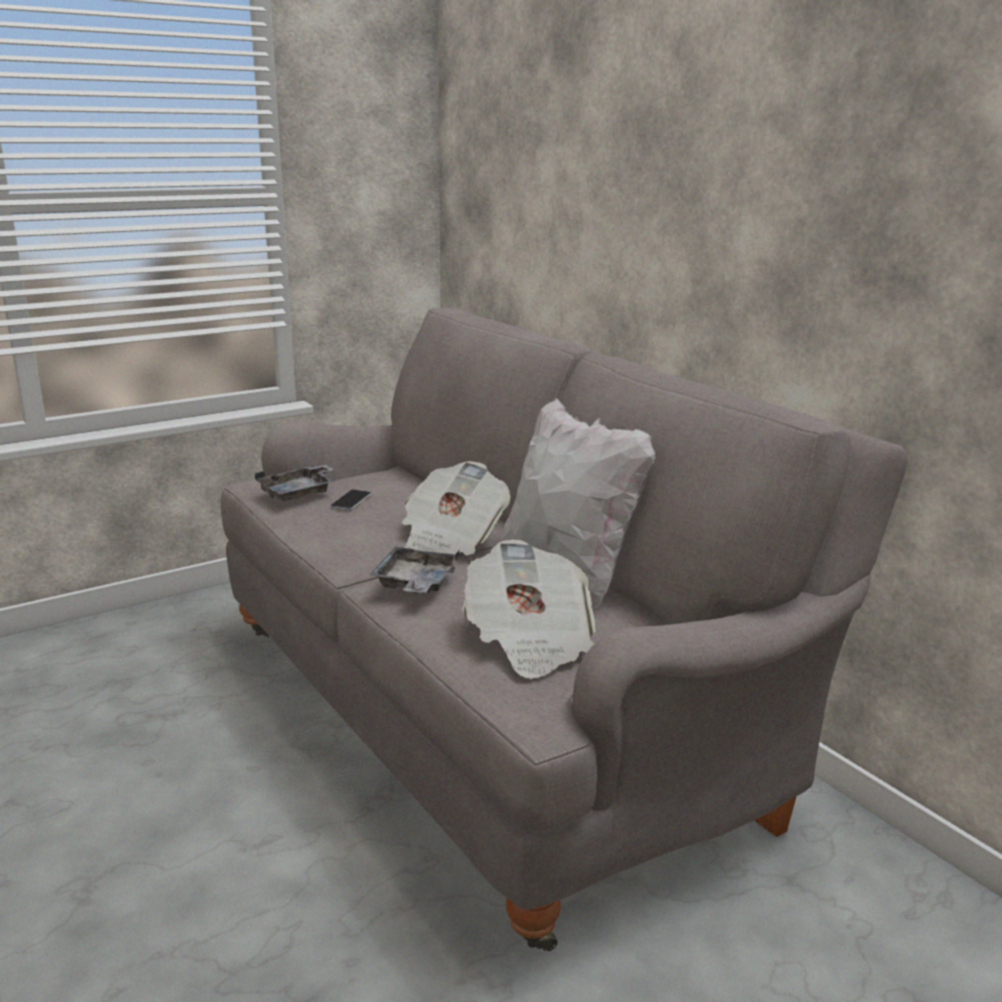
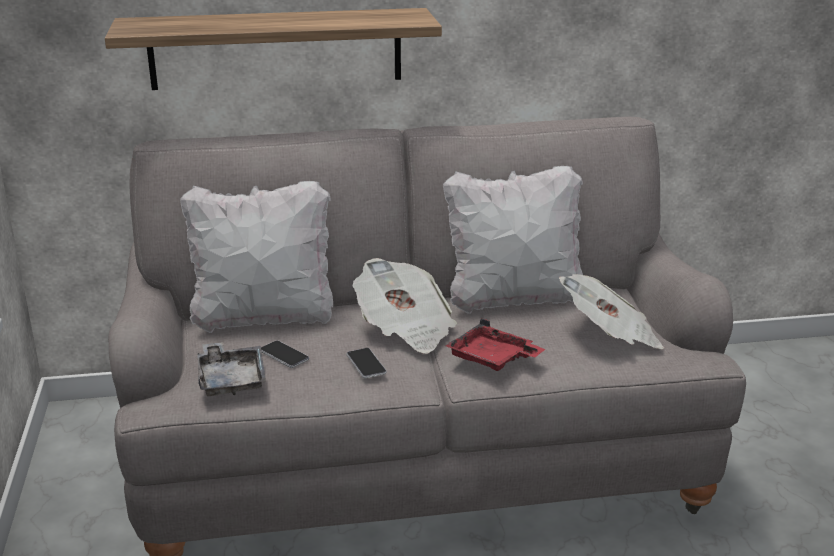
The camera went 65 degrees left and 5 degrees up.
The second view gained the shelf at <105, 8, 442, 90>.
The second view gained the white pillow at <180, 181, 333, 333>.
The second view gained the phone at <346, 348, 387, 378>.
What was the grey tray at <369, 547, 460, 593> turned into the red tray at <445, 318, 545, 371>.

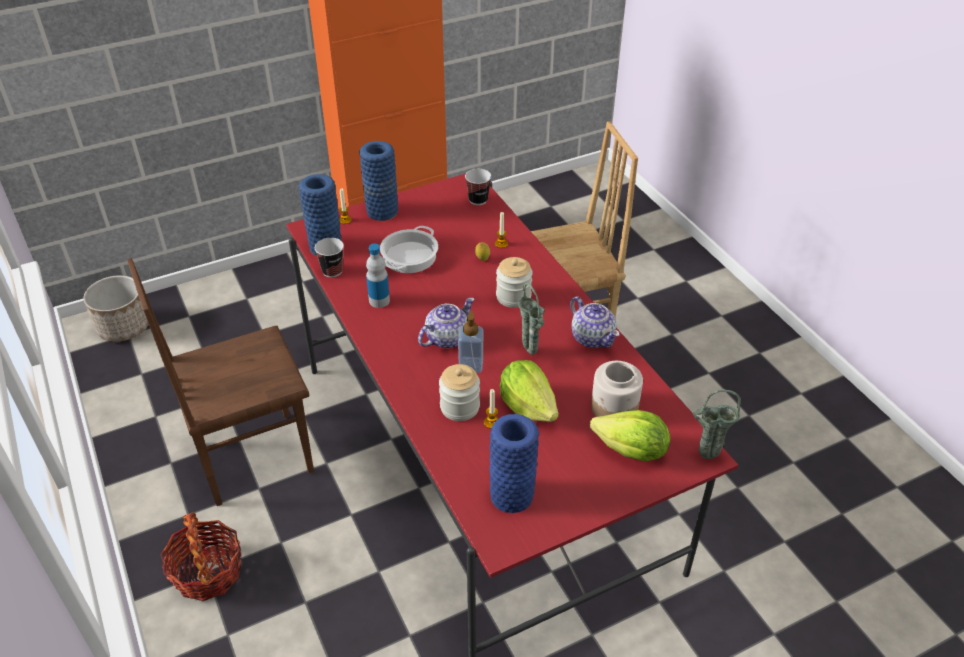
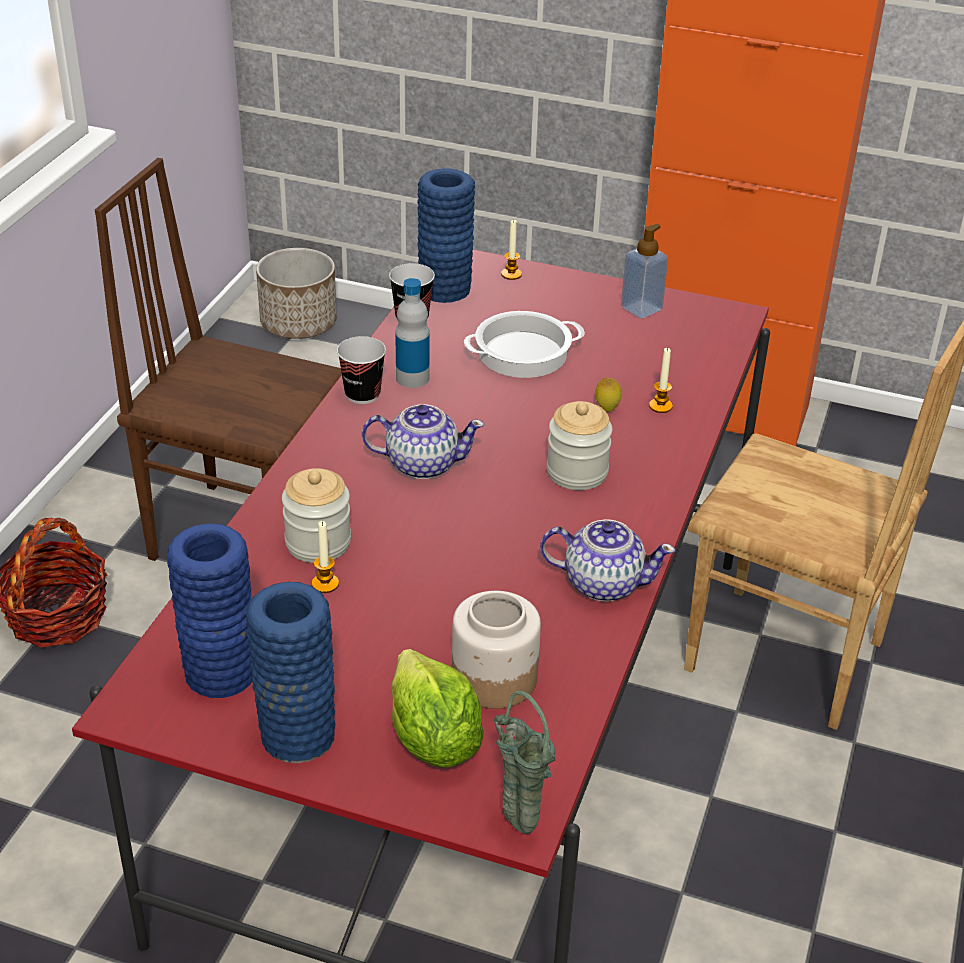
The camera went 45 degrees right and 5 degrees down.
The blue vase ended up elsewhere, having gone from <359, 141, 398, 221> to <246, 582, 336, 763>.
The cup ended up elsewhere, having gone from <465, 169, 491, 205> to <337, 336, 386, 404>.
The teapot at <570, 296, 620, 348> ended up facing another way, 90 degrees counterclockwise from before.
The soap dispenser ended up elsewhere, having gone from <458, 311, 483, 373> to <621, 224, 668, 319>.
The second view lost the lettuce at <500, 360, 559, 422>.
The second view lost the green vase at <518, 283, 545, 355>.

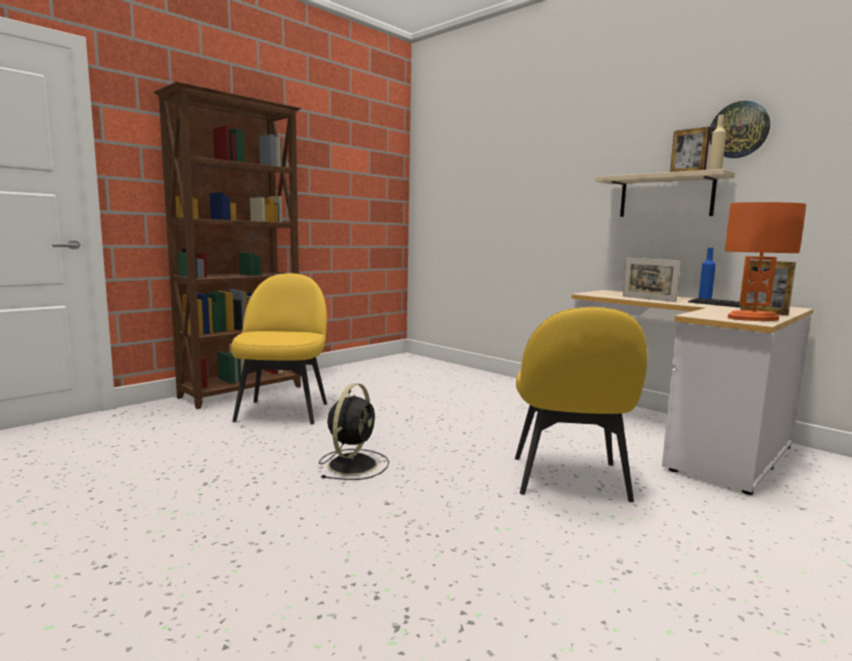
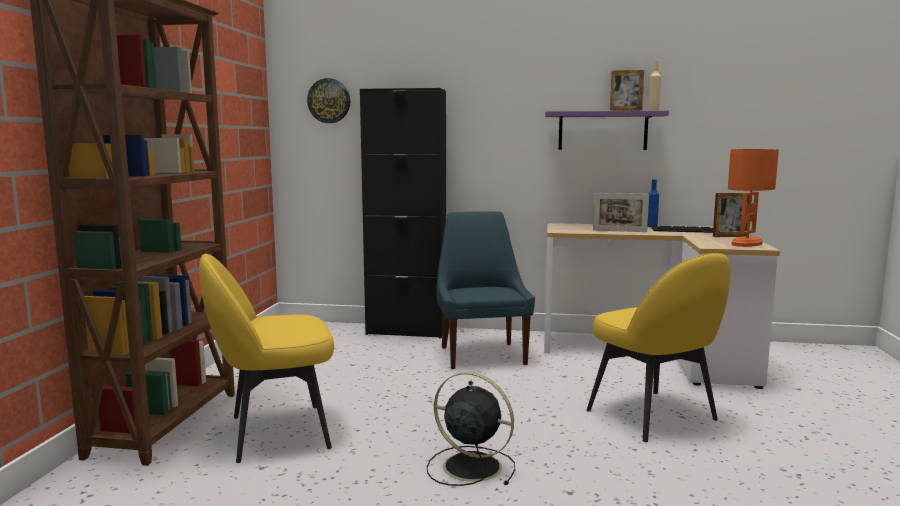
The camera went 35 degrees left and 0 degrees up.
The yellow chair at <231, 273, 327, 425> ended up facing another way, 75 degrees counterclockwise from before.
The wall clock ended up elsewhere, having gone from <709, 101, 770, 158> to <307, 78, 350, 123>.
The second view gained the black cabinet at <360, 88, 446, 339>.
The black fan at <319, 383, 389, 480> ended up facing another way, 45 degrees counterclockwise from before.
The second view gained the blue chair at <437, 211, 535, 369>.
What was the beige shelf at <595, 169, 735, 217> turned into the purple shelf at <545, 110, 669, 150>.

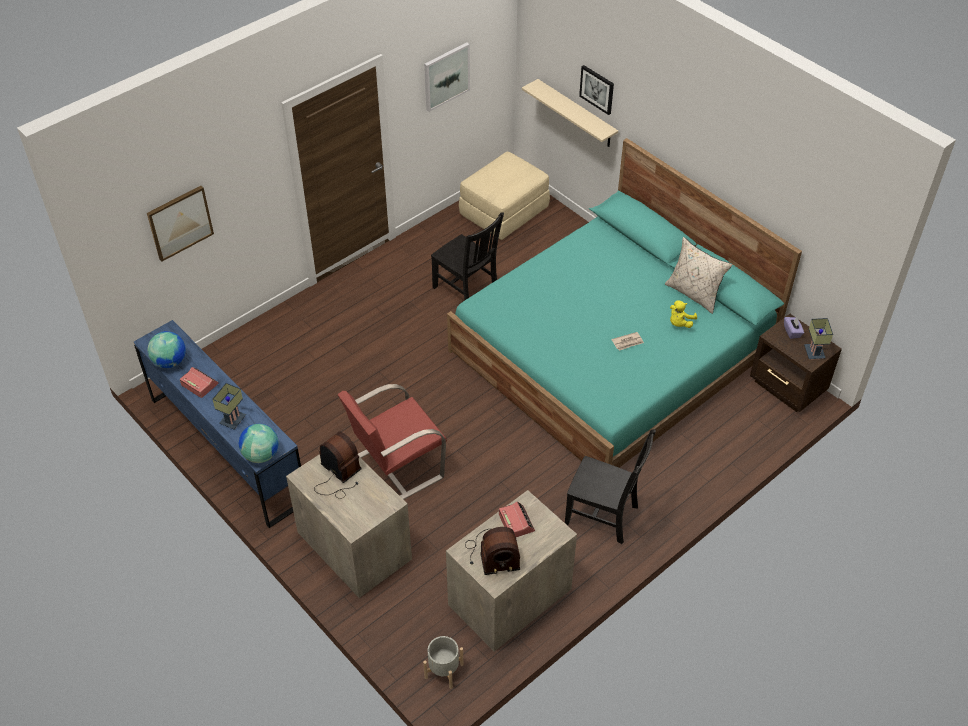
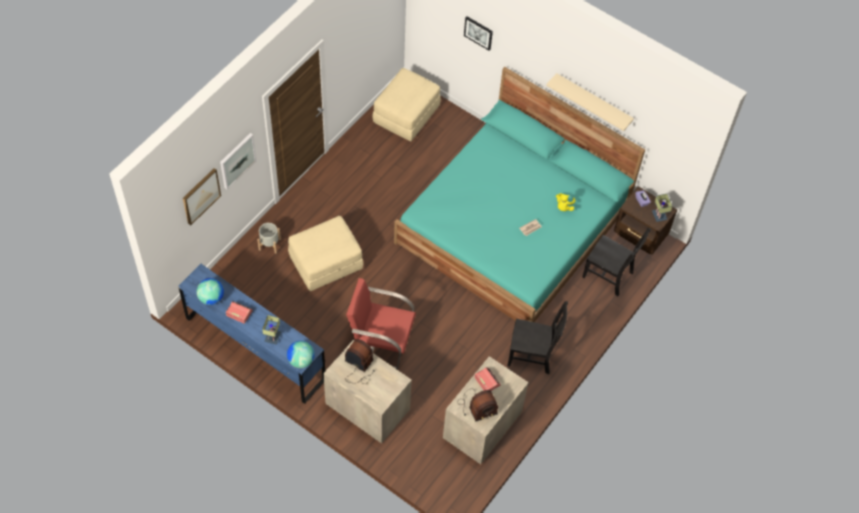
The camera went 15 degrees left and 10 degrees up.
The picture ended up elsewhere, having gone from <424, 42, 470, 112> to <220, 133, 256, 190>.
The grey planter ended up elsewhere, having gone from <423, 636, 464, 689> to <257, 223, 281, 254>.
The second view gained the beige ottoman at <288, 216, 364, 291>.
The red armchair at <337, 384, 447, 500> ended up facing another way, 60 degrees clockwise from before.
The beige shelf ended up elsewhere, having gone from <522, 79, 618, 147> to <546, 73, 634, 131>.
The black chair ended up elsewhere, having gone from <431, 212, 504, 300> to <582, 228, 651, 297>.
The second view lost the beige pillow at <665, 237, 732, 314>.

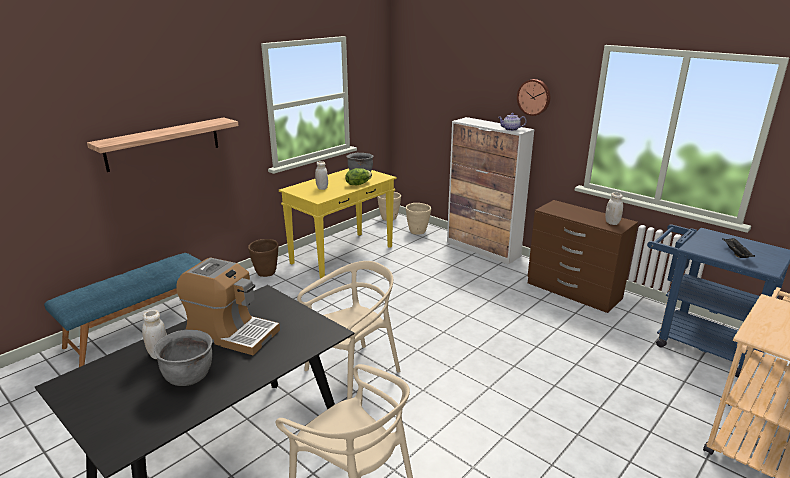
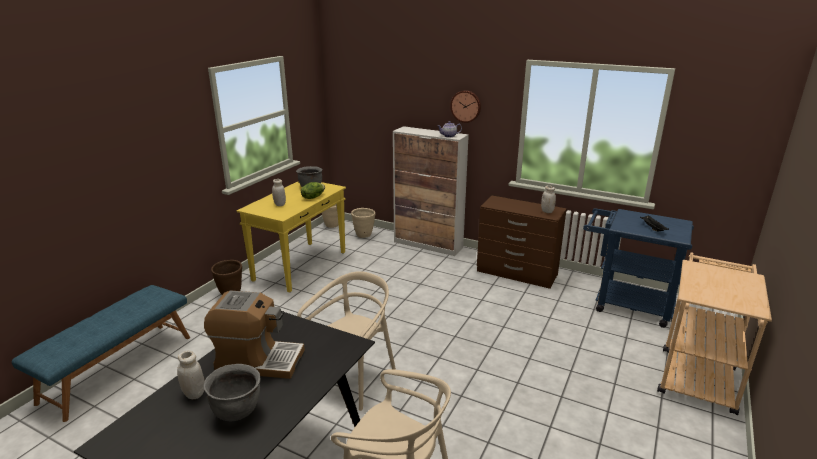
The camera went 15 degrees left and 0 degrees up.
The second view lost the shelf at <87, 117, 239, 172>.

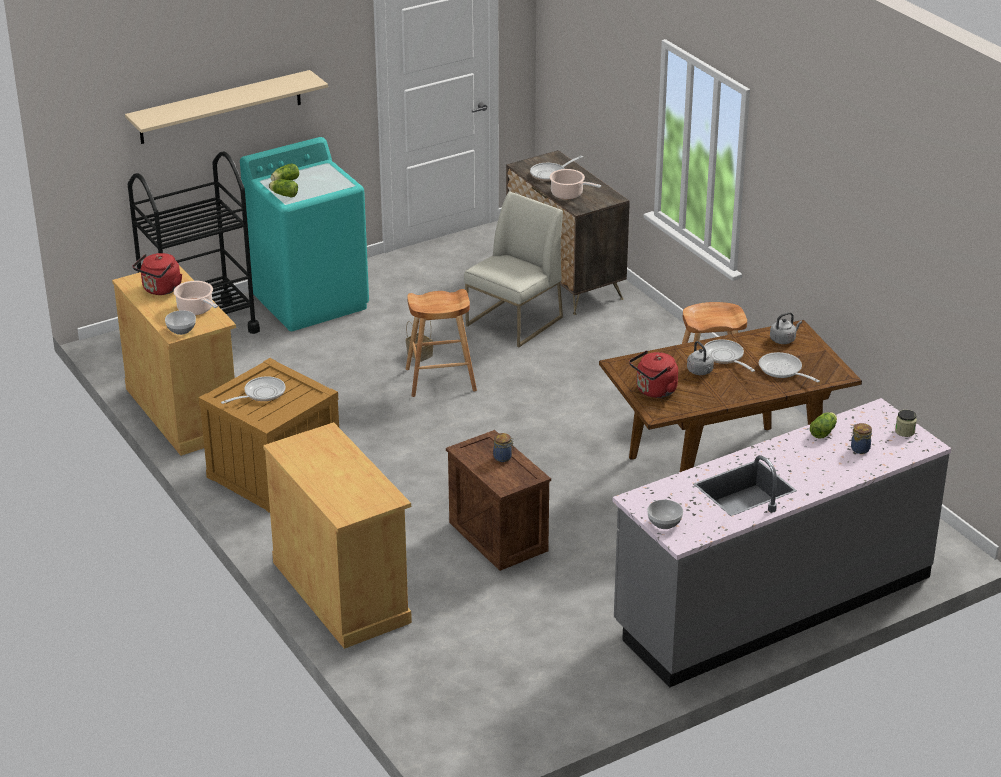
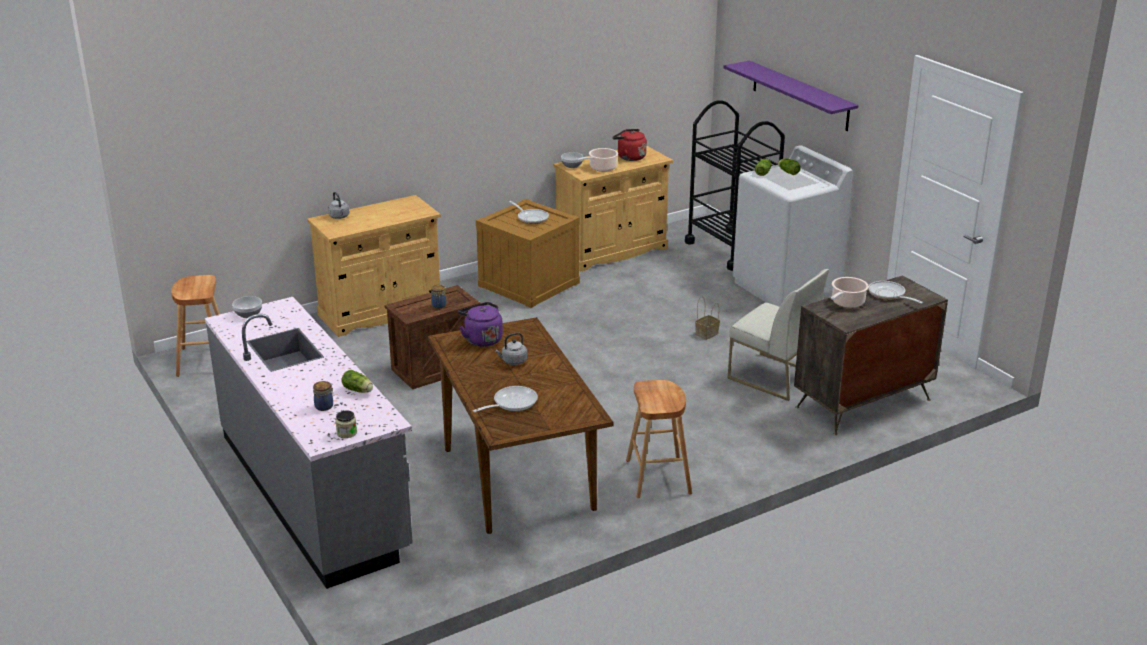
The camera went 90 degrees right and 5 degrees down.
The brown stool ended up elsewhere, having gone from <406, 289, 477, 397> to <171, 275, 220, 377>.
The grey kettle ended up elsewhere, having gone from <770, 312, 802, 344> to <328, 192, 349, 219>.
What was the red kettle at <629, 350, 678, 398> turned into the purple kettle at <458, 302, 503, 347>.
What was the beige shelf at <125, 70, 328, 144> turned into the purple shelf at <723, 60, 859, 131>.
What was the turquoise washing machine at <240, 137, 369, 331> turned into the white washing machine at <733, 145, 853, 307>.
The second view lost the frying pan at <704, 339, 755, 372>.

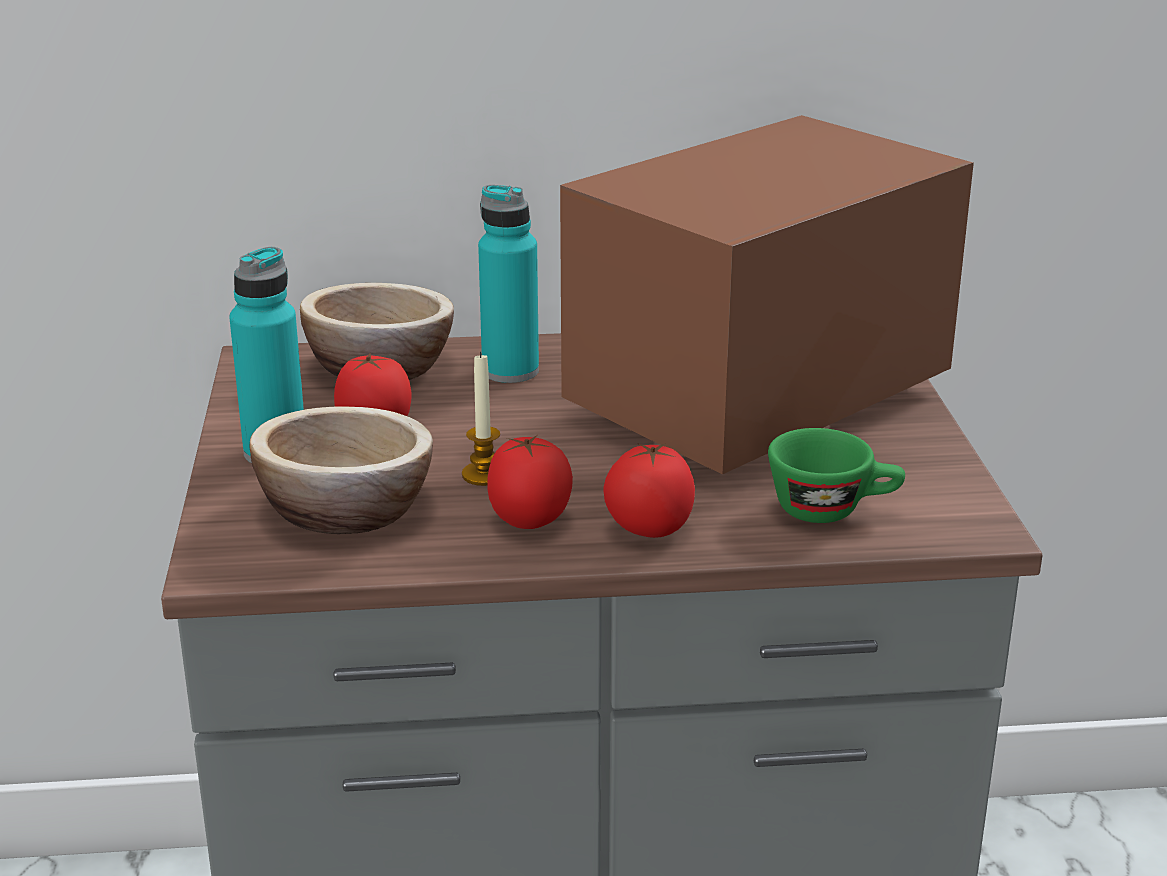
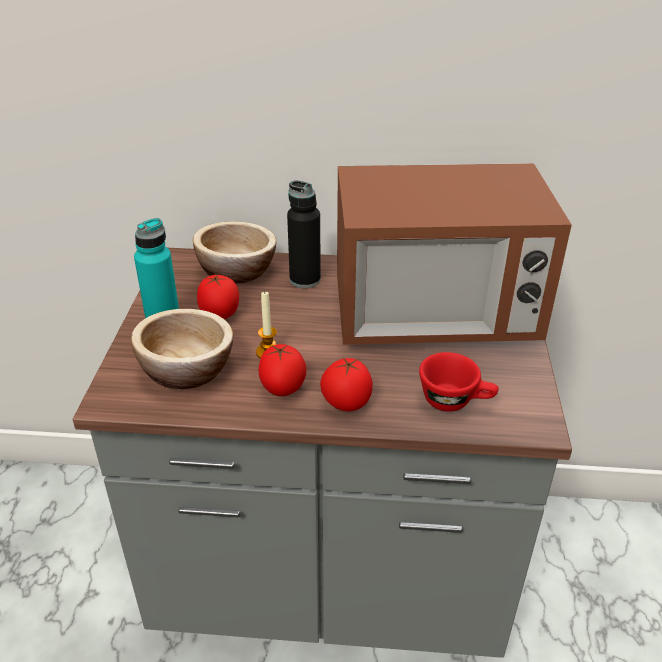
The camera went 10 degrees right and 10 degrees up.
What was the turquoise bottle at <478, 185, 539, 383> turned into the black bottle at <287, 181, 321, 288>.
The microwave at <560, 115, 974, 475> ended up facing another way, 150 degrees counterclockwise from before.
What was the green cup at <768, 428, 905, 523> turned into the red cup at <419, 352, 499, 412>.

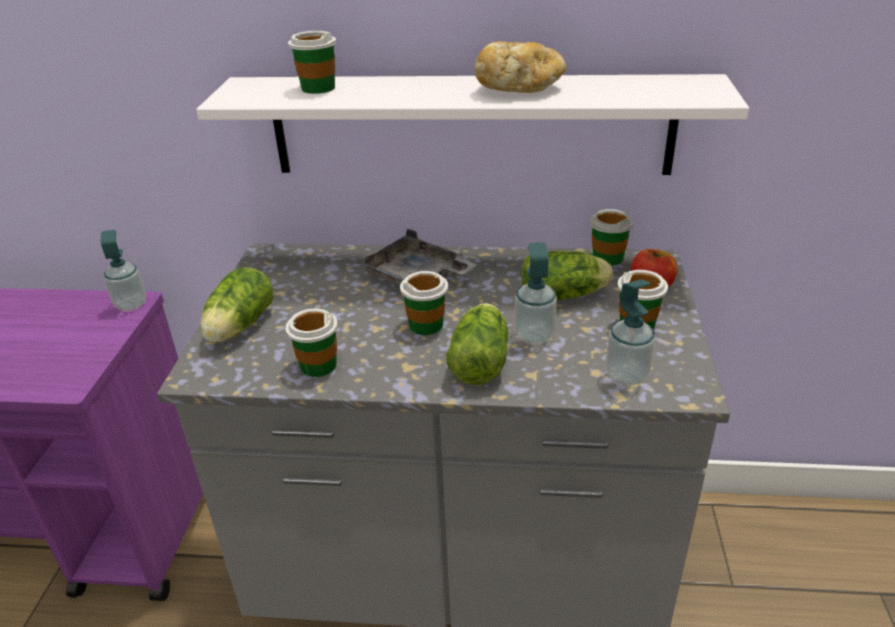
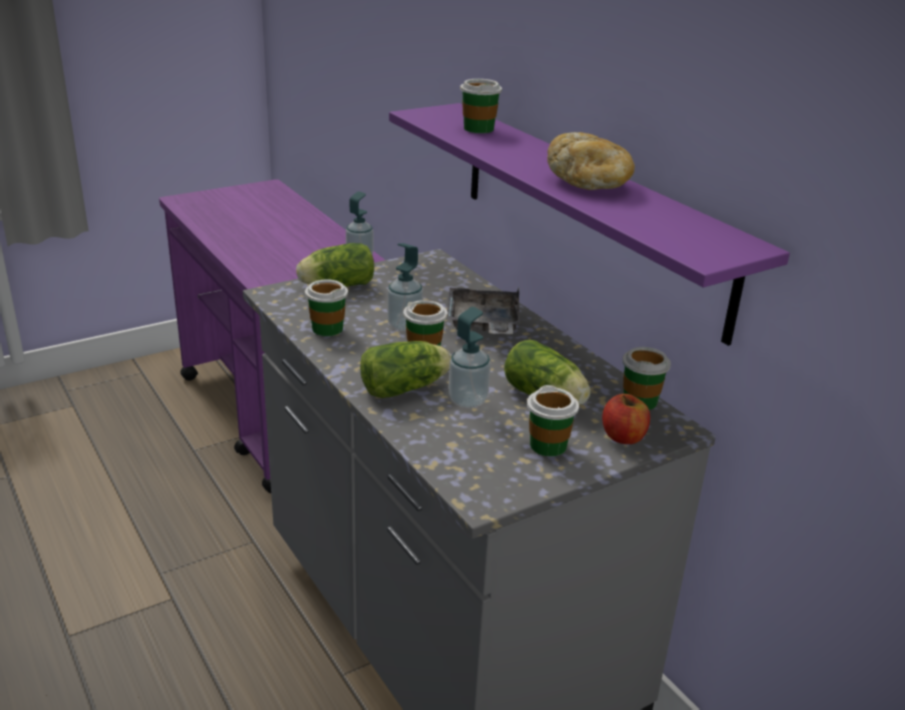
The camera went 50 degrees right and 5 degrees down.
The soap dispenser ended up elsewhere, having gone from <606, 280, 655, 386> to <387, 243, 423, 331>.
What was the white shelf at <196, 74, 749, 175> turned into the purple shelf at <389, 103, 790, 346>.

